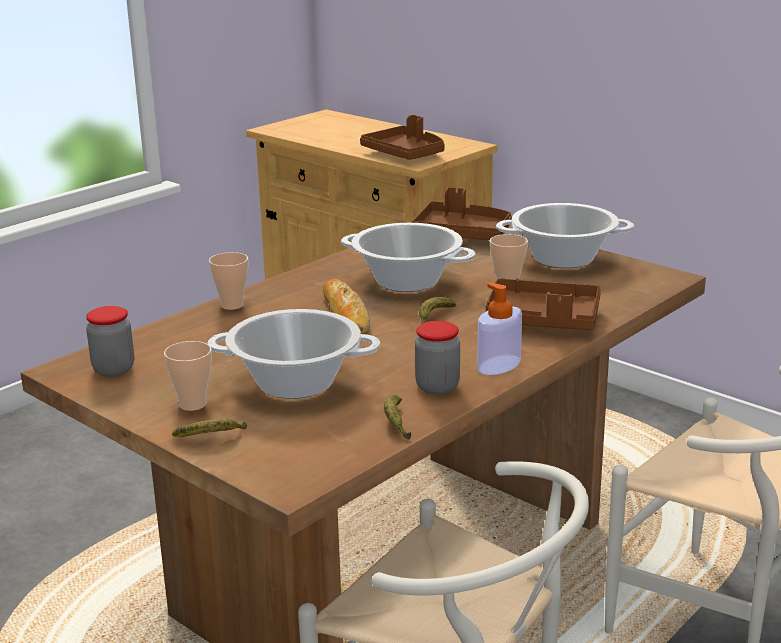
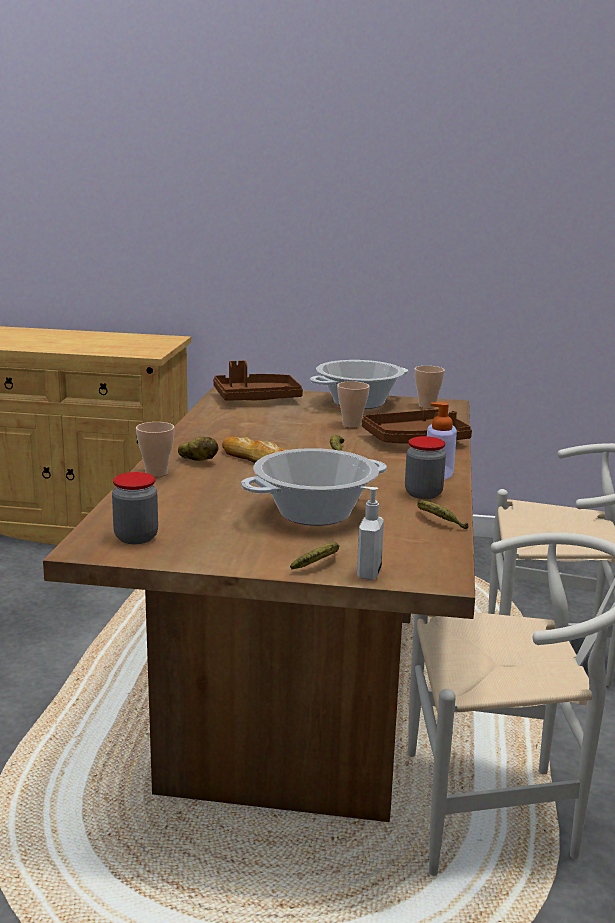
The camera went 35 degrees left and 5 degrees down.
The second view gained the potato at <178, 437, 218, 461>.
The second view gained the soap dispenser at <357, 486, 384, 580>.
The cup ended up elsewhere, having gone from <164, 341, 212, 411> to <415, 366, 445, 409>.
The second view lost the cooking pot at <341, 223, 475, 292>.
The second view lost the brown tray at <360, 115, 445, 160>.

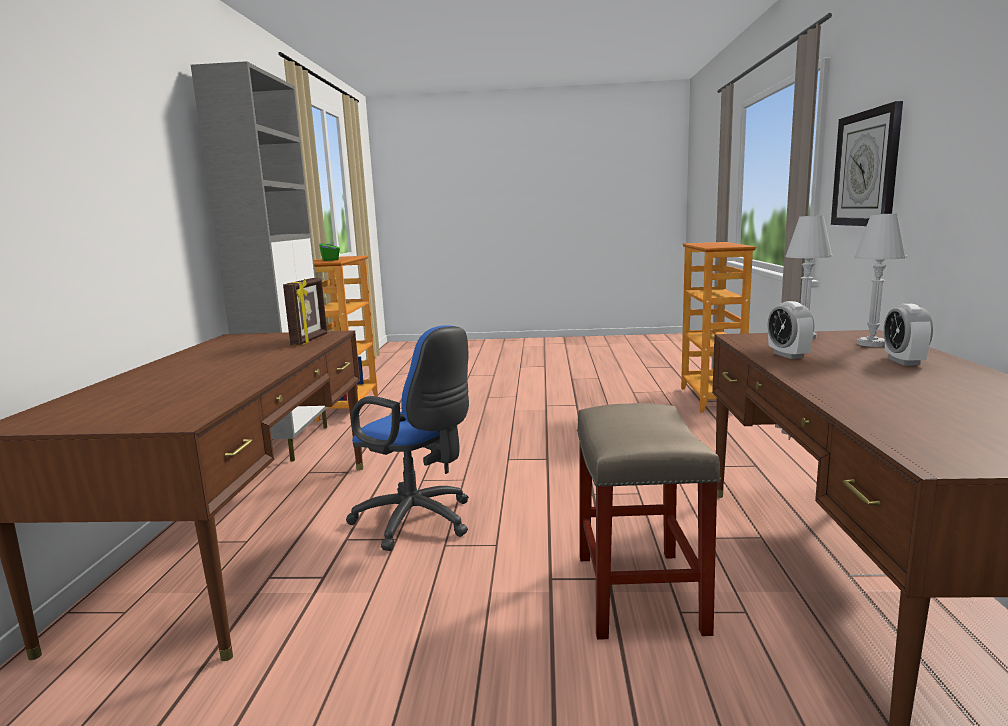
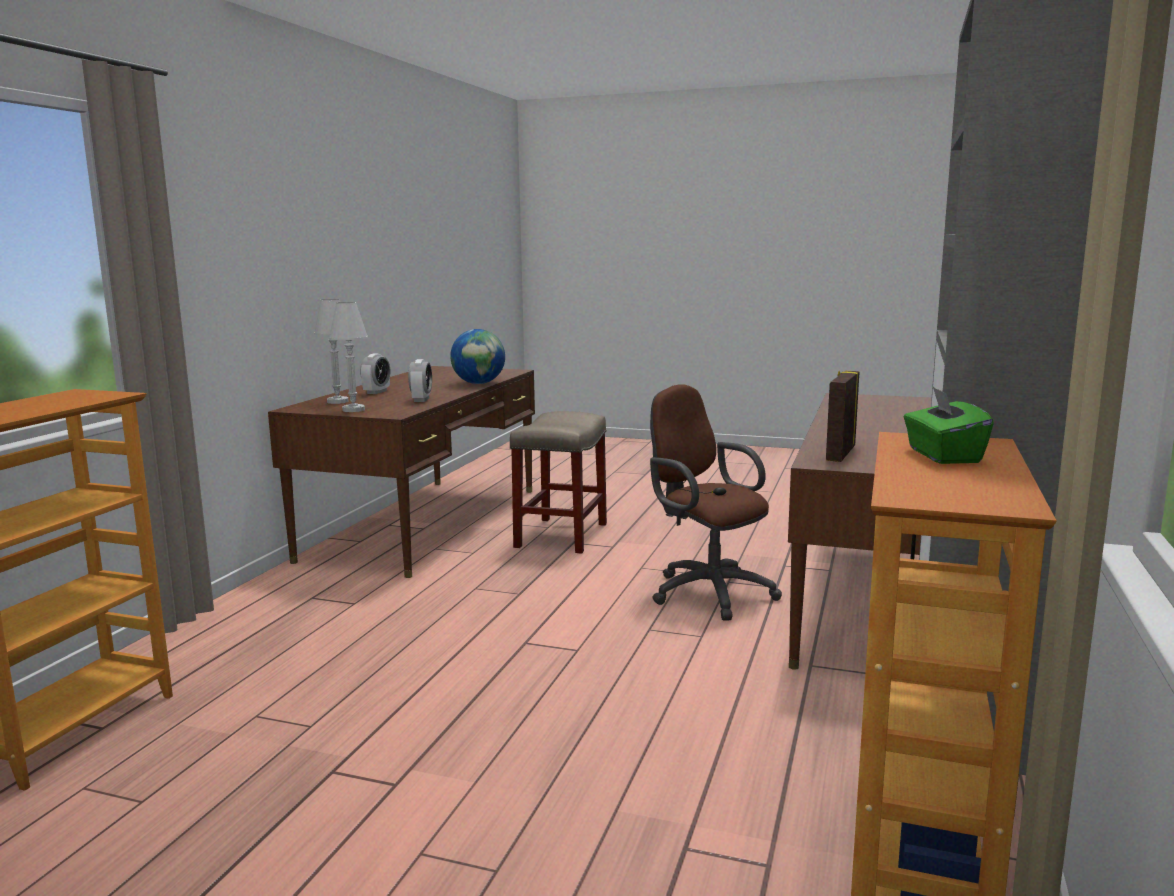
The camera went 165 degrees left and 0 degrees up.
The second view gained the globe at <450, 329, 505, 384>.
What was the blue office chair at <346, 325, 469, 551> turned into the brown office chair at <650, 384, 782, 621>.
The second view lost the wall clock at <831, 101, 903, 226>.

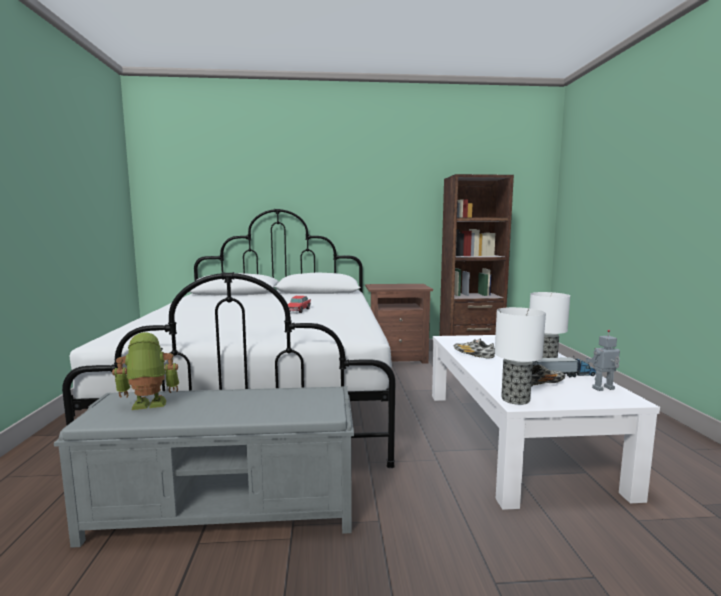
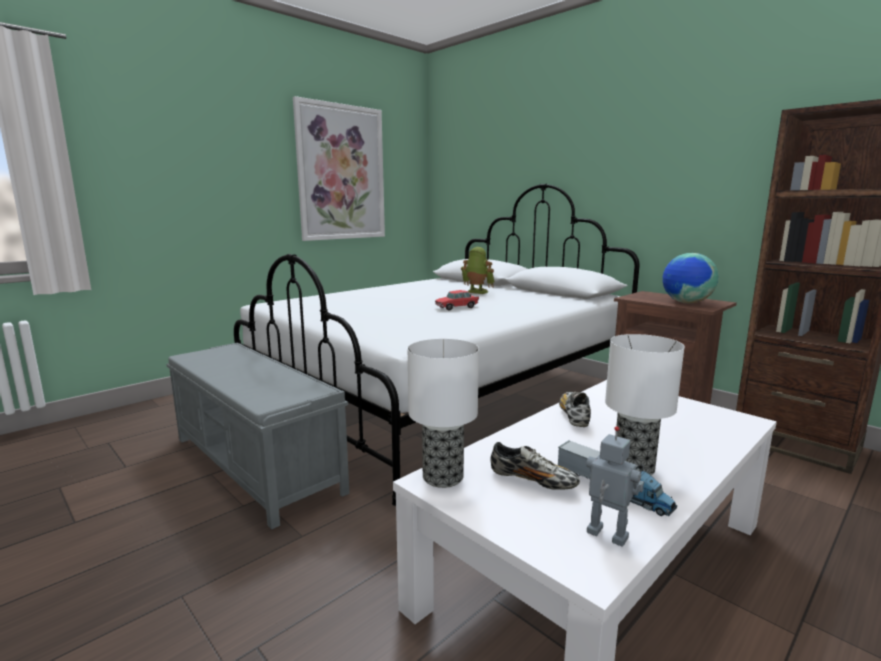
The camera went 50 degrees right and 5 degrees up.
The second view gained the picture at <293, 96, 385, 241>.
The toy robot ended up elsewhere, having gone from <112, 332, 179, 410> to <461, 247, 495, 294>.
The second view gained the globe at <663, 253, 719, 304>.

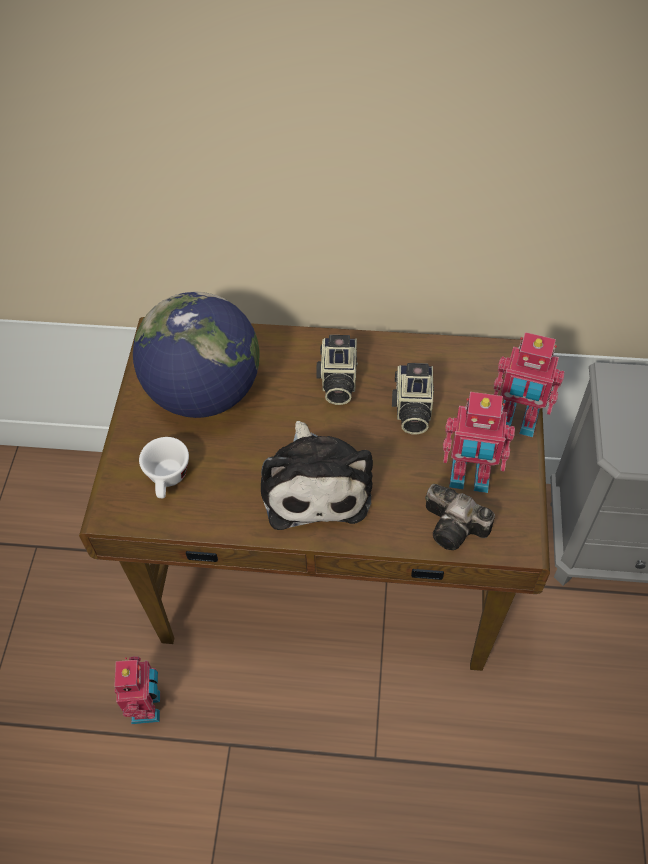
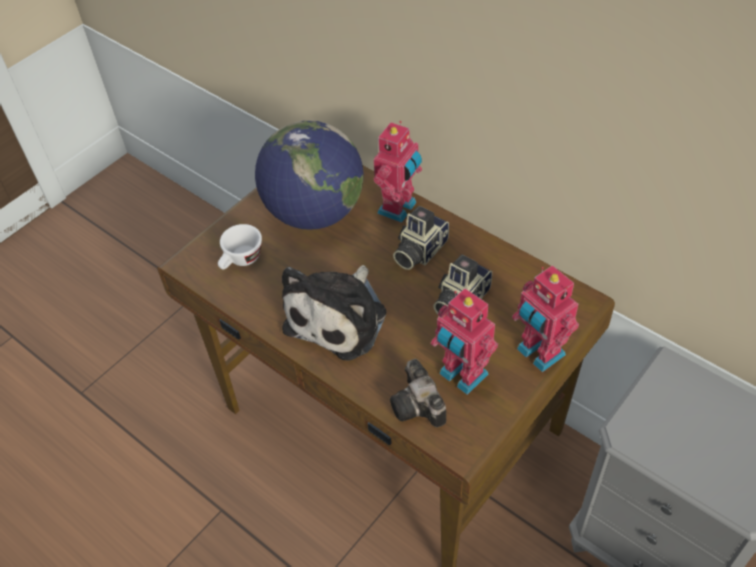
The camera went 35 degrees right and 5 degrees down.
The toy robot ended up elsewhere, having gone from <114, 656, 160, 724> to <374, 121, 422, 223>.

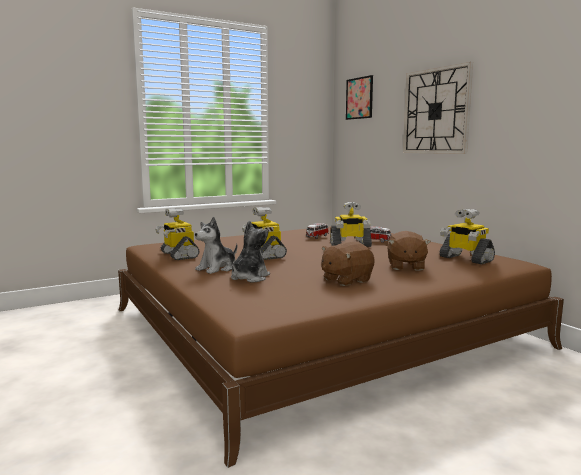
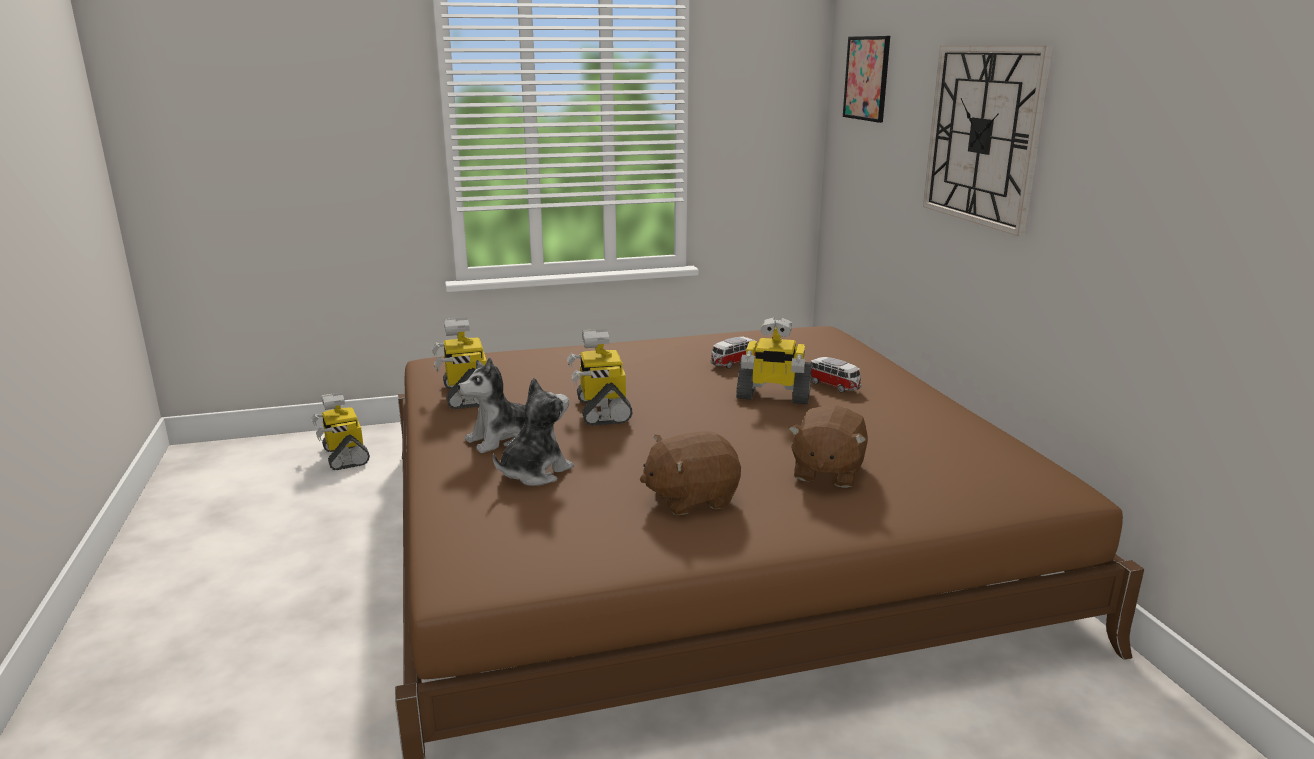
The camera went 15 degrees right and 10 degrees up.
The toy robot ended up elsewhere, having gone from <439, 209, 495, 264> to <311, 393, 370, 470>.

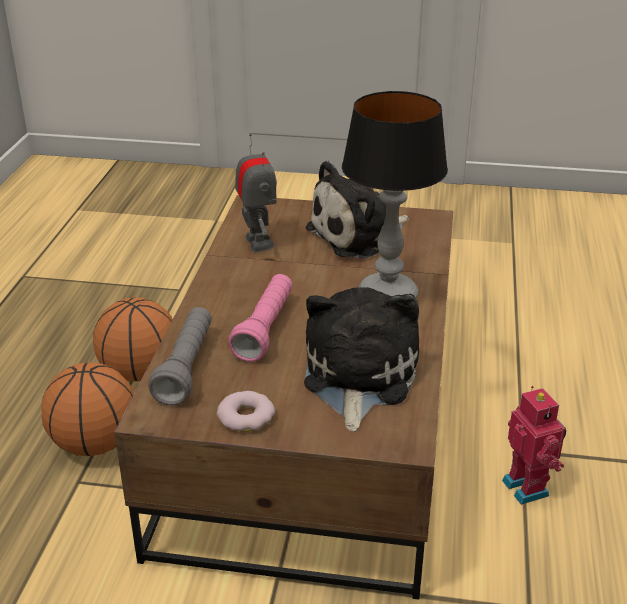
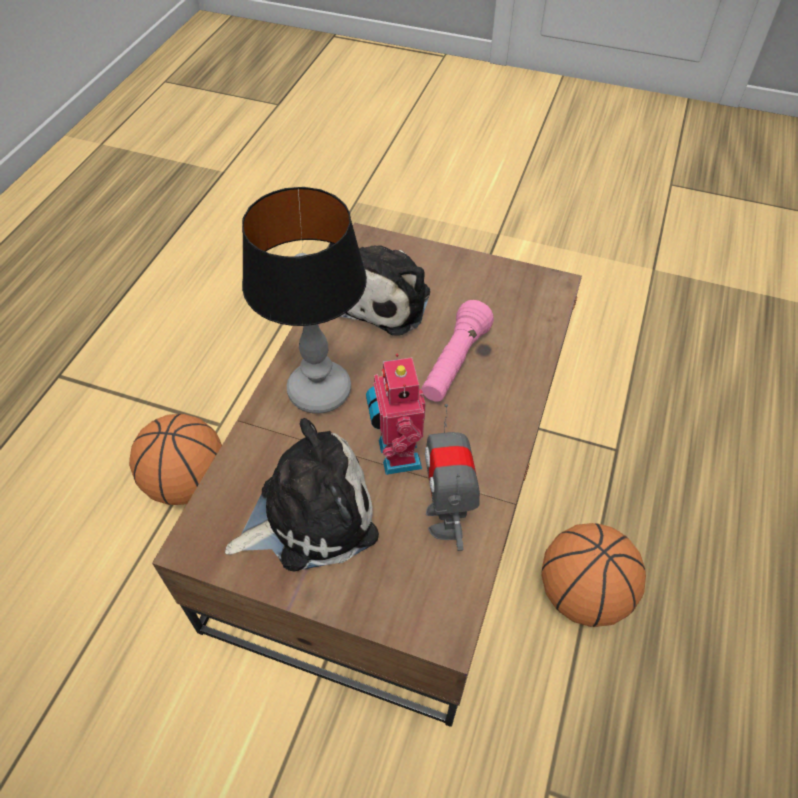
The camera went 170 degrees left and 20 degrees up.
The basketball ended up elsewhere, having gone from <41, 362, 134, 456> to <129, 414, 222, 505>.
The toy robot ended up elsewhere, having gone from <502, 386, 566, 505> to <366, 354, 426, 475>.
The second view lost the grey flashlight at <148, 307, 212, 406>.
The second view lost the donut at <217, 391, 275, 432>.

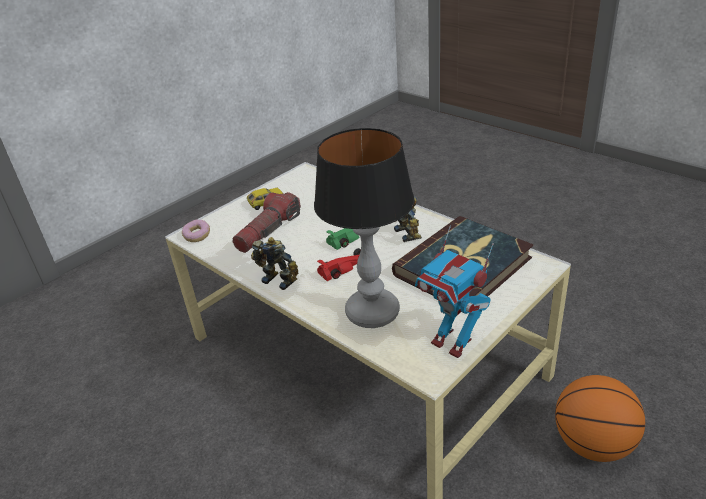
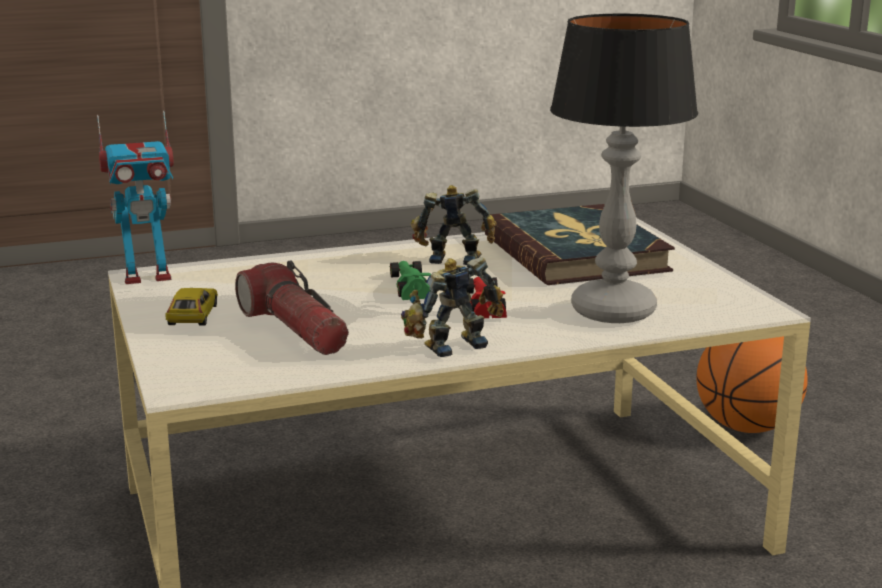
The camera went 65 degrees left and 15 degrees down.
The toy robot ended up elsewhere, having gone from <415, 225, 494, 358> to <97, 111, 174, 284>.
The second view lost the donut at <182, 220, 210, 242>.

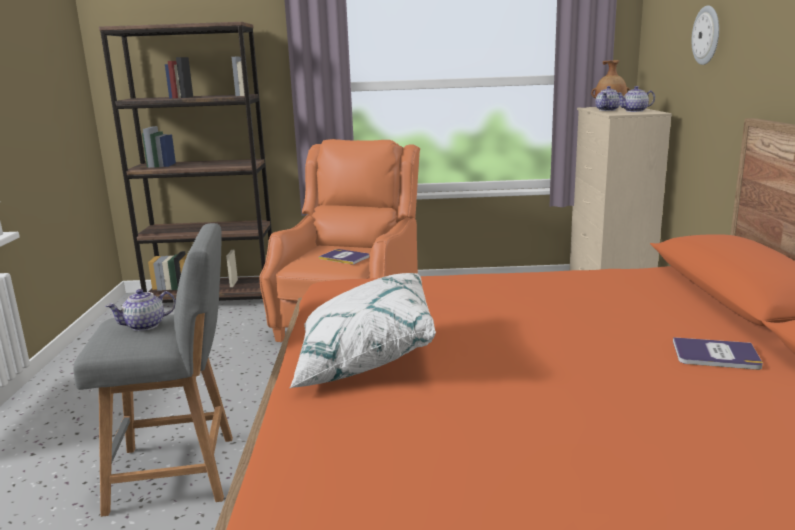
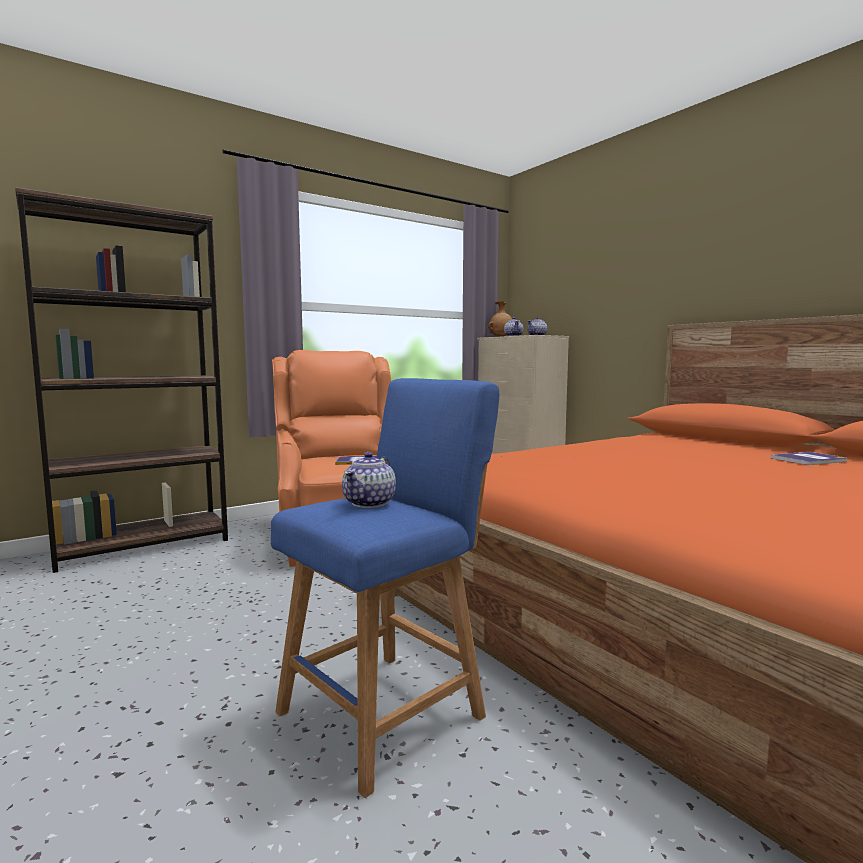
The camera went 35 degrees left and 10 degrees down.
What was the grey stool at <73, 223, 233, 517> turned into the blue stool at <271, 378, 500, 798>.
The second view lost the white pillow at <290, 273, 436, 388>.
The second view lost the wall clock at <692, 5, 719, 65>.

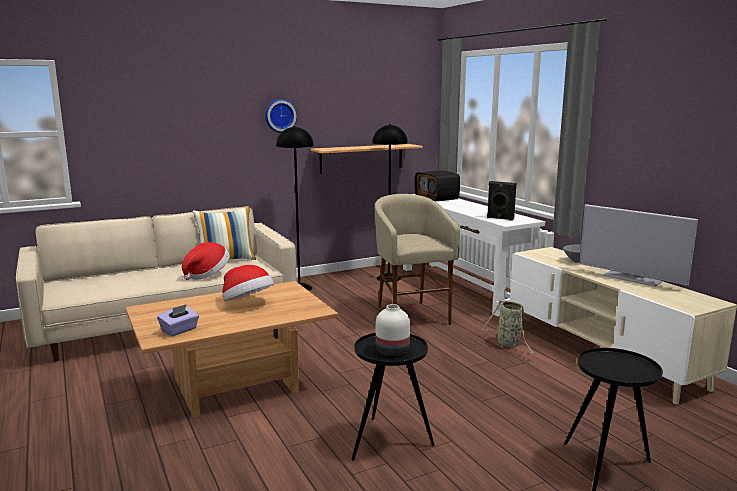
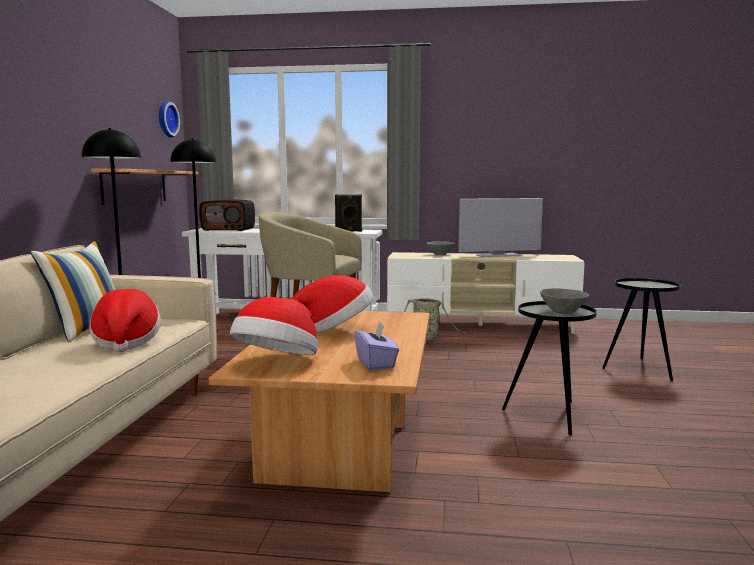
The camera went 55 degrees left and 5 degrees down.
The wall clock ended up elsewhere, having gone from <265, 99, 297, 133> to <159, 100, 180, 138>.
The second view gained the hat at <230, 297, 318, 355>.
Where the white vase stood at <376, 304, 410, 356>, the grey bowl came to stand at <540, 288, 589, 314>.

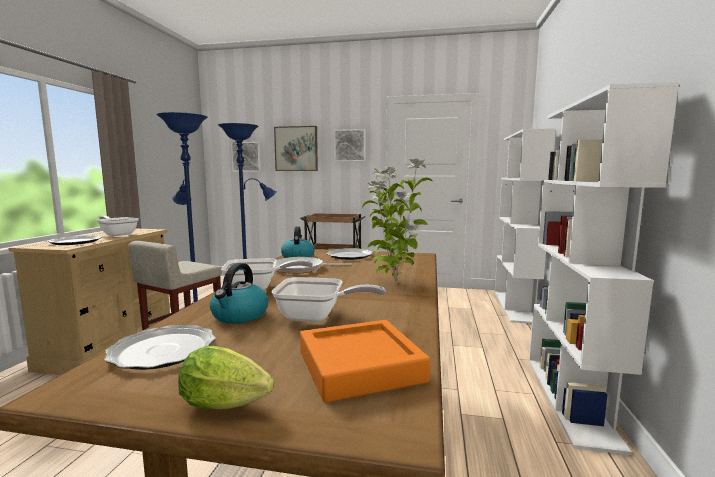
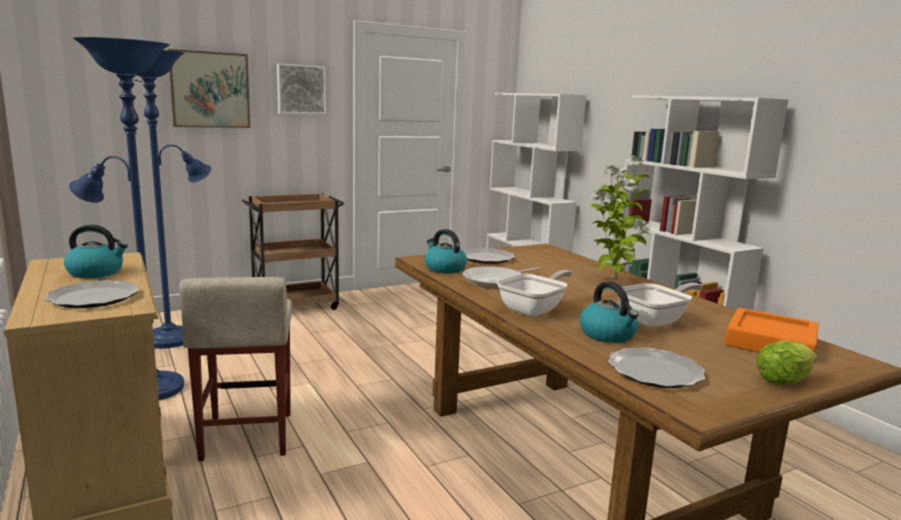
The camera went 40 degrees left and 5 degrees up.
Where the frying pan stood at <97, 216, 139, 236>, the kettle came to stand at <64, 225, 128, 278>.
The second view lost the picture at <231, 142, 261, 172>.

